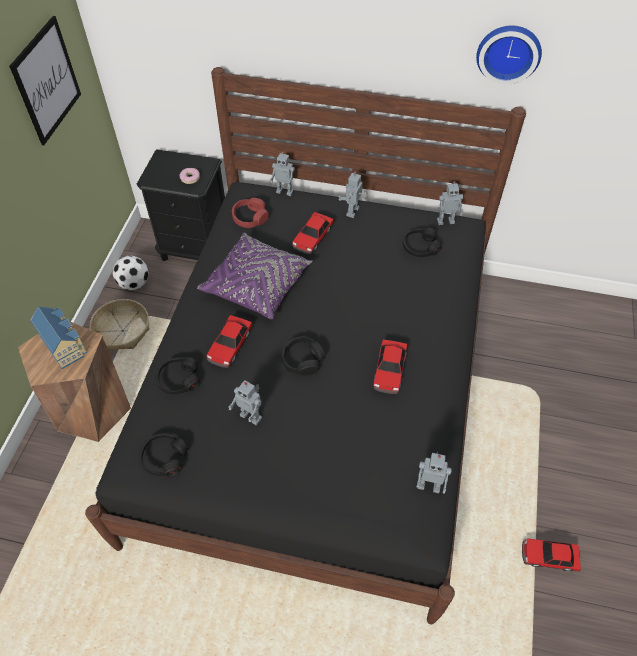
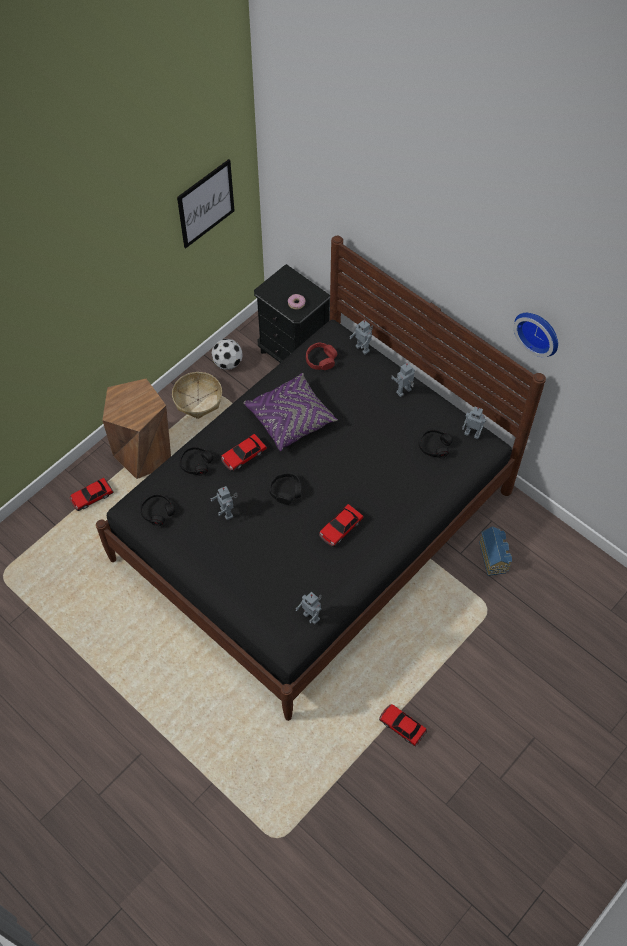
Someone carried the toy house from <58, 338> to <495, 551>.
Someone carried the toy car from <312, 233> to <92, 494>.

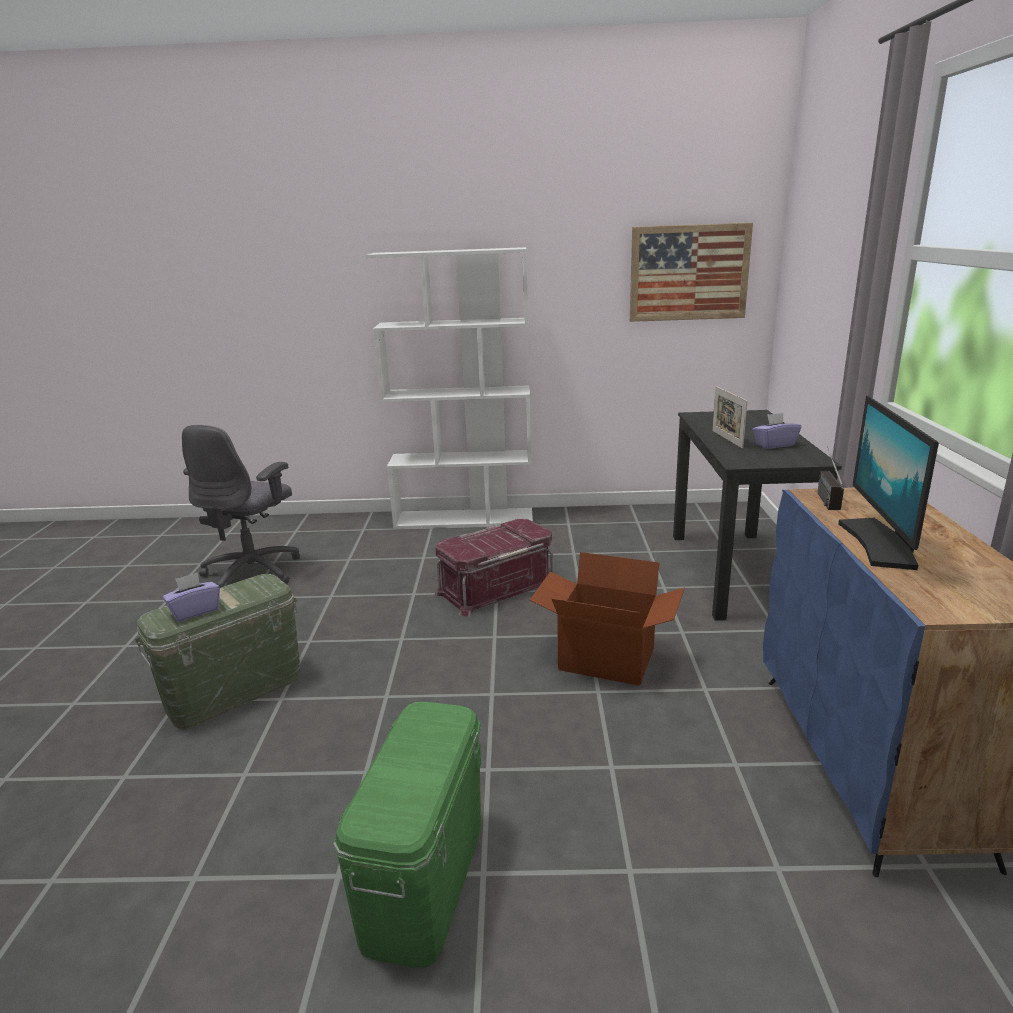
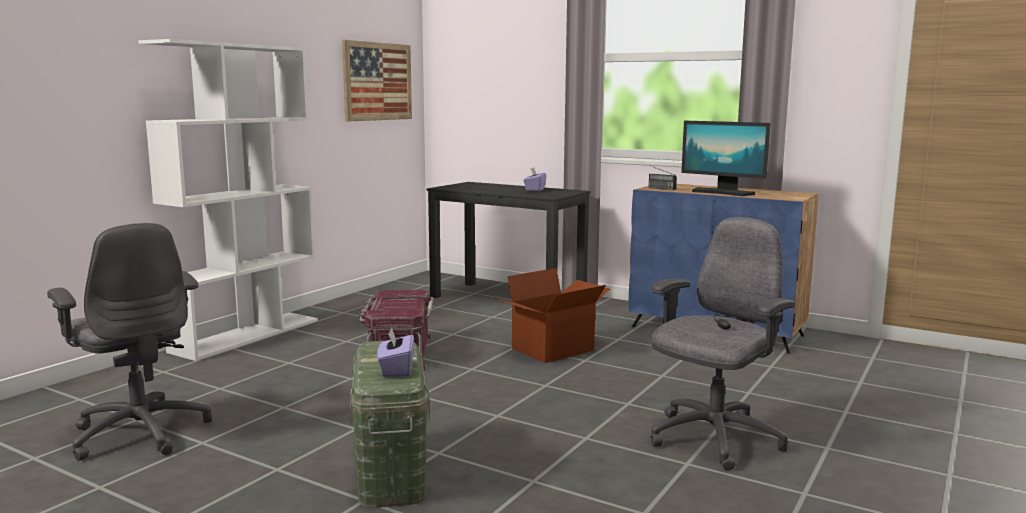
Someone swapped the storage box (green) at <407, 834> for the office chair (grey) at <723, 344>.
Someone took away the picture frame at <730, 417>.

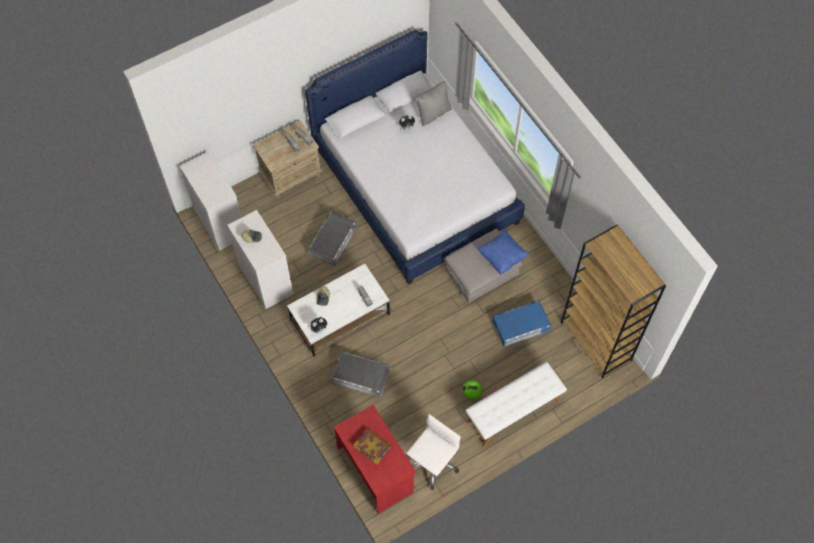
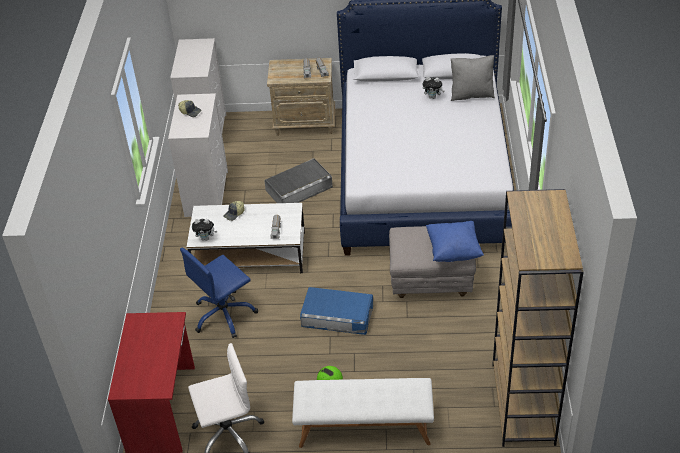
Someone swapped the storage box (grey) at <361, 374> for the office chair (blue) at <219, 293>.
Someone took away the book at <372, 446>.
Someone carried the storage box (blue) from <521, 324> to <336, 311>.

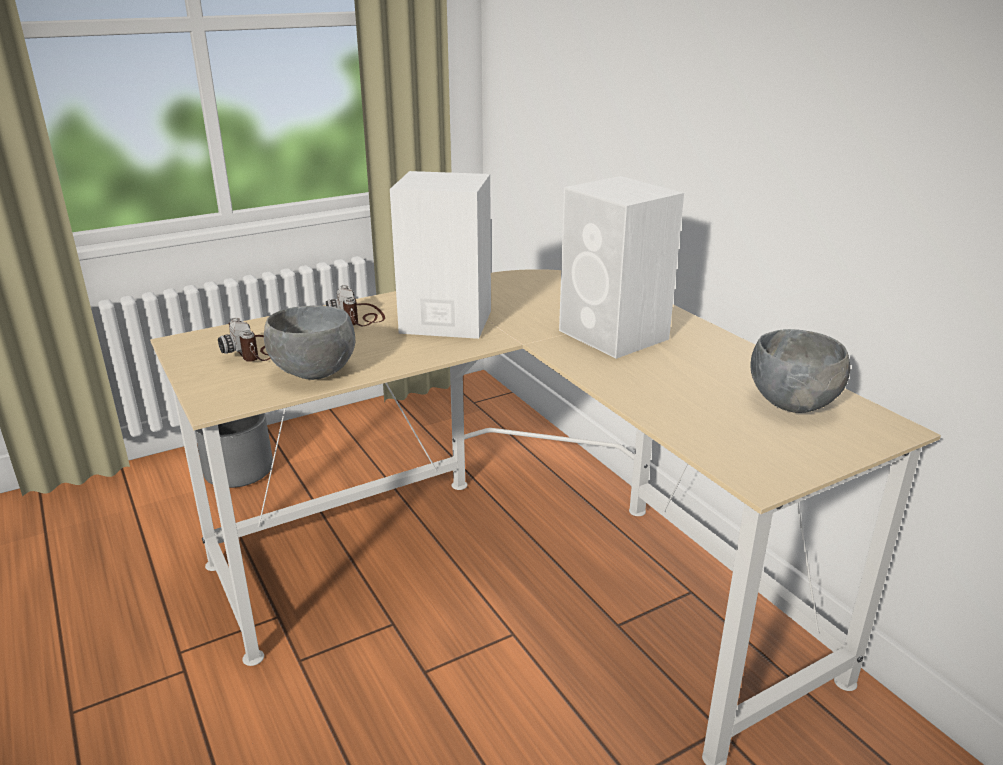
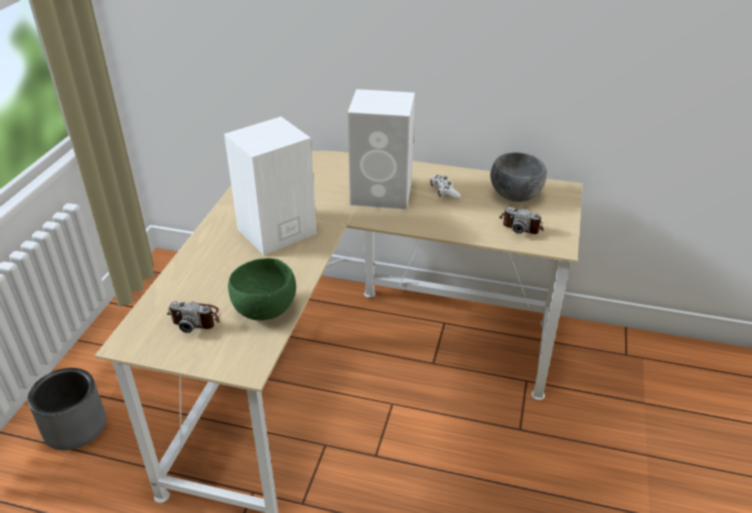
Someone repainted the bowl (grey) at <309, 342>, which became the bowl (green) at <262, 289>.
Someone carried the photo camera from <355, 305> to <521, 220>.
Someone put down the game controller (white) at <445, 187>.

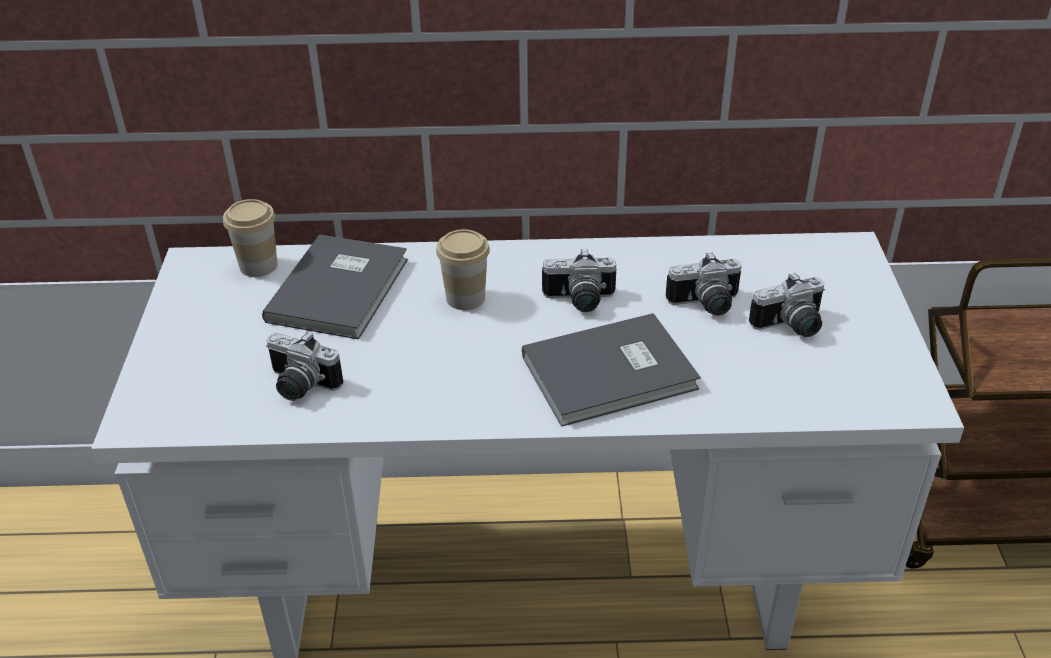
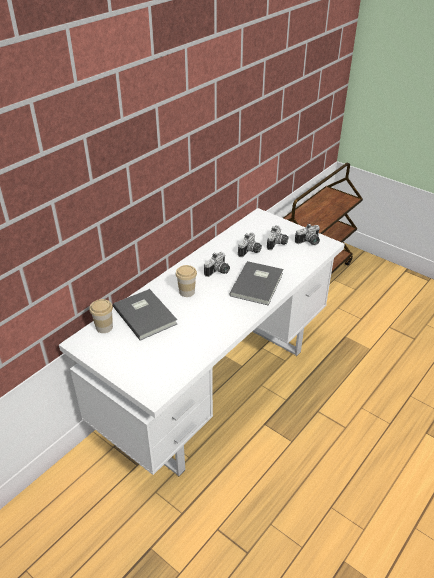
Someone carried the photo camera from <304, 366> to <307, 234>.

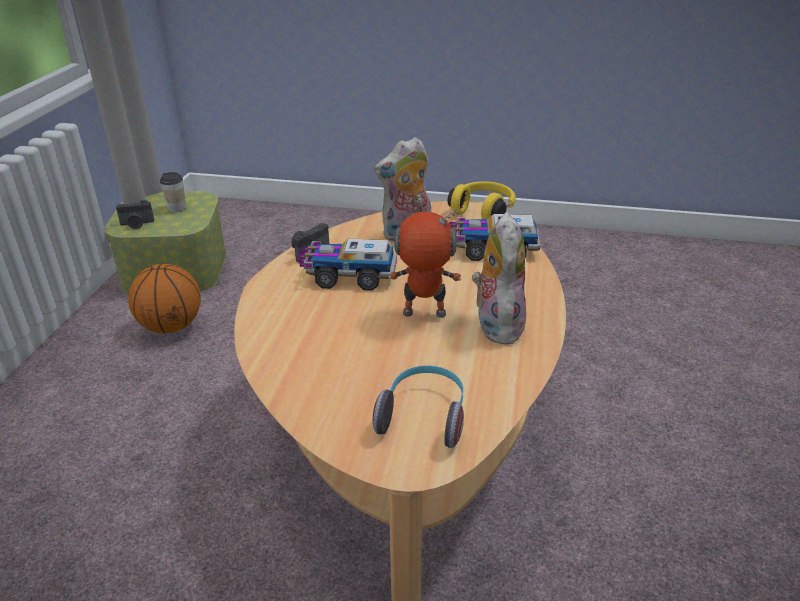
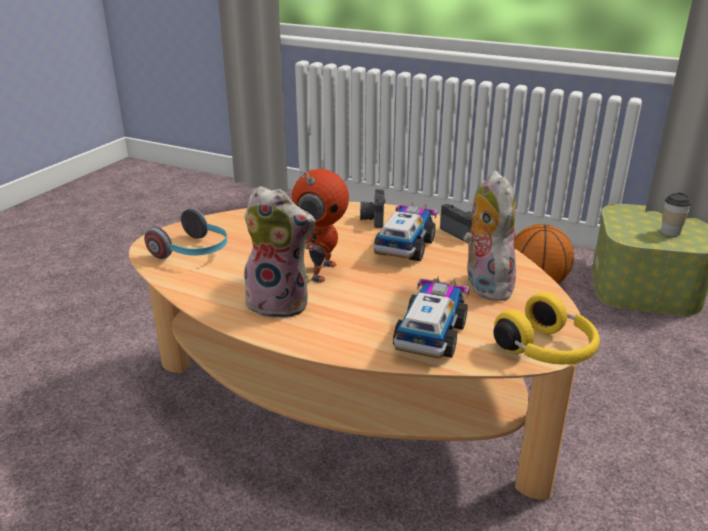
Someone carried the photo camera from <135, 214> to <373, 208>.

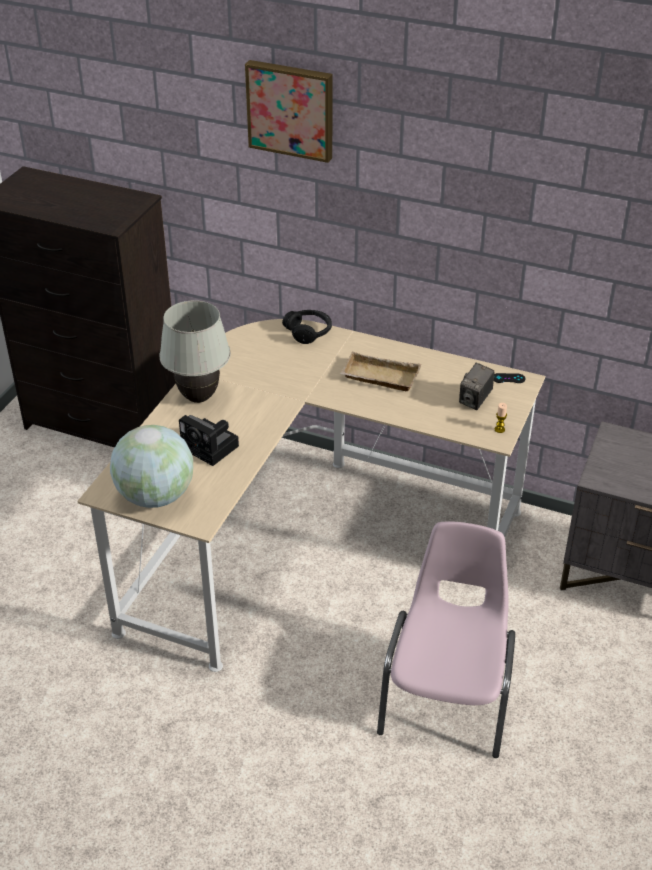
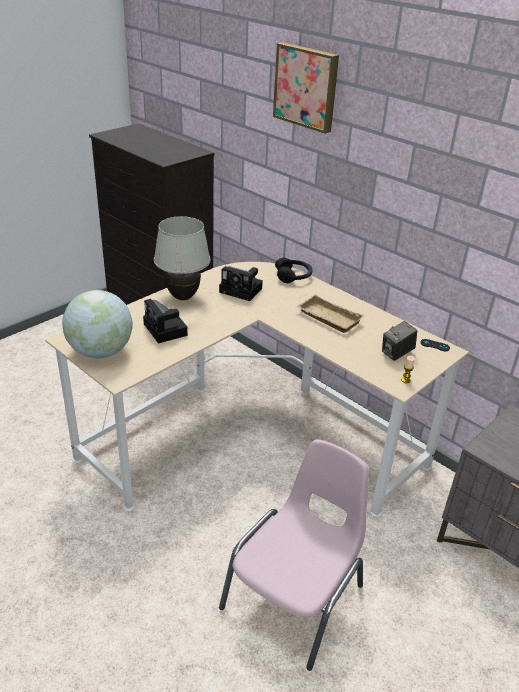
Someone put down the photo camera at <241, 283>.

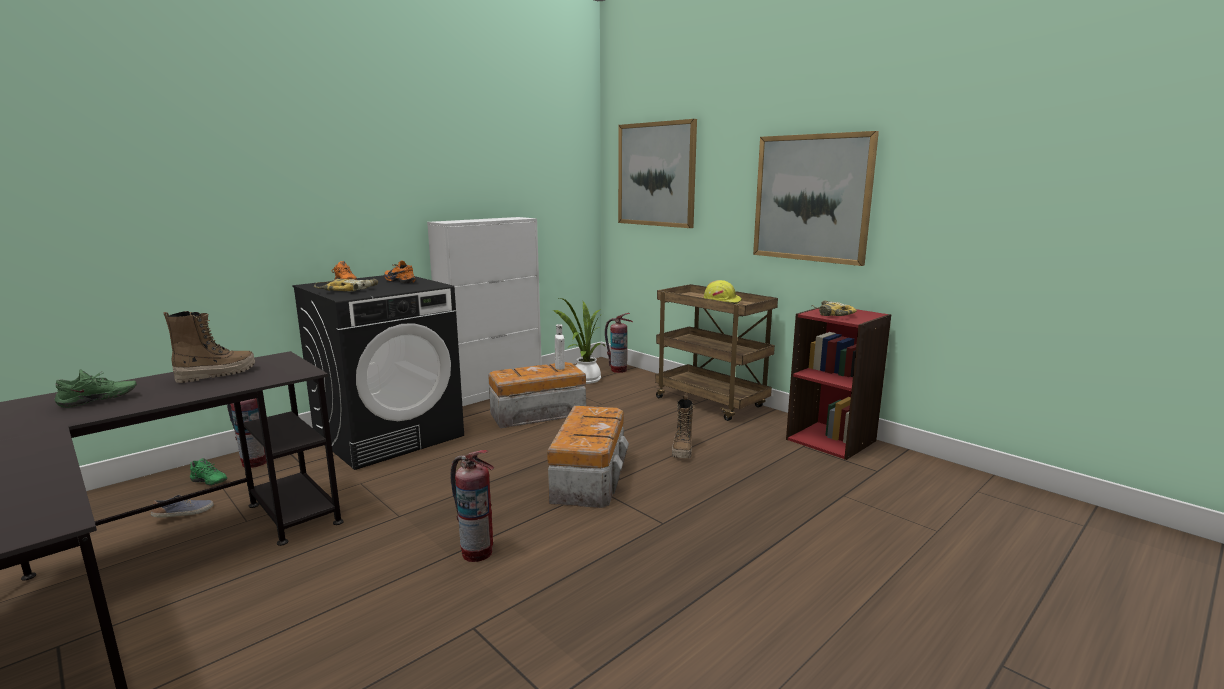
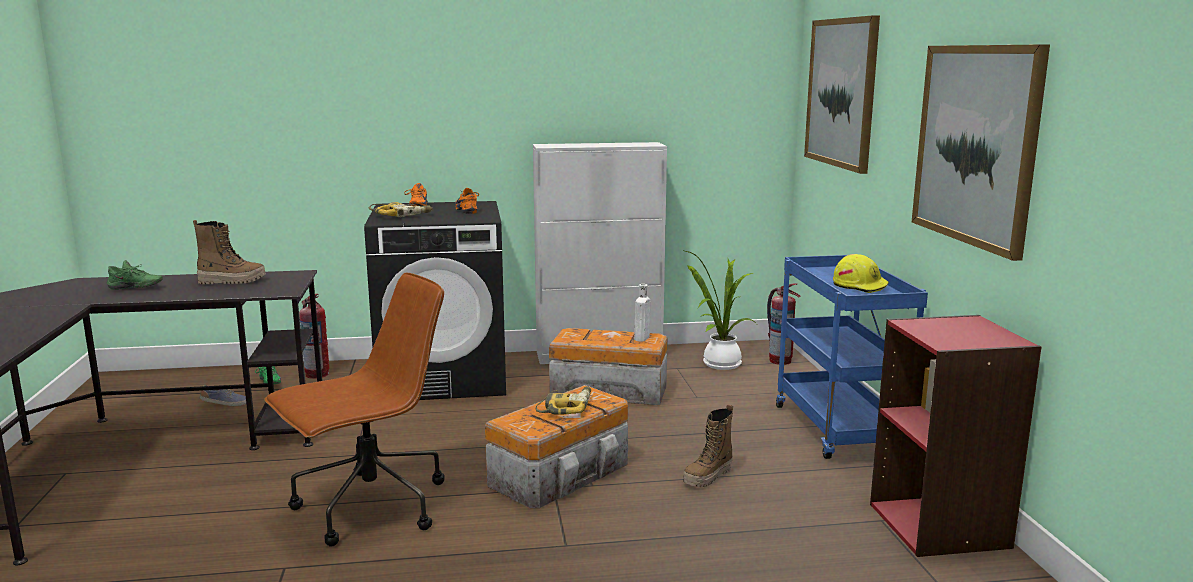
Someone swapped the fire extinguisher at <472, 506> for the office chair (brown) at <354, 410>.
Someone repainted the cart (brown) at <716, 352>, which became the cart (blue) at <852, 357>.
Someone carried the power drill from <834, 308> to <563, 400>.

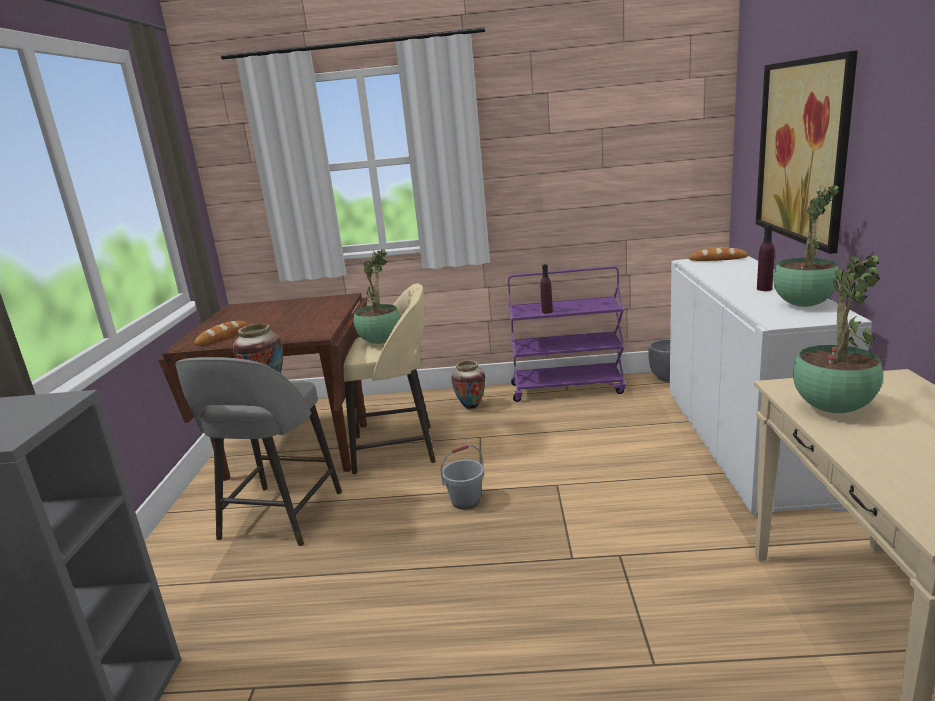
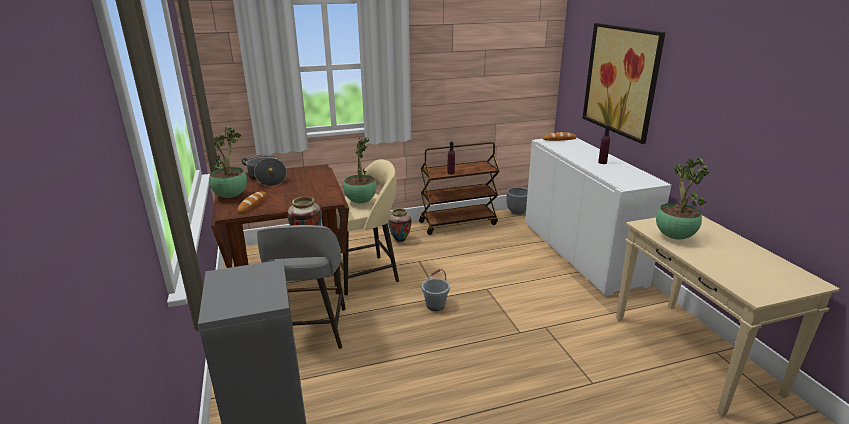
Someone repainted the cart (purple) at <567, 334>, which became the cart (brown) at <459, 188>.
Someone carried the potted plant from <806, 246> to <228, 162>.
Someone put down the cooking pot at <264, 171>.

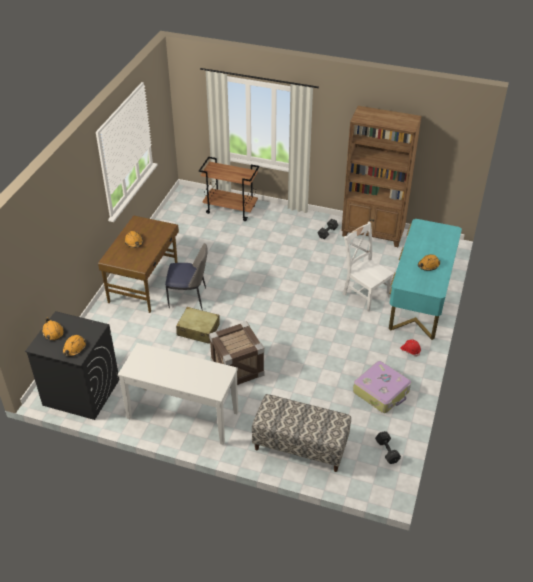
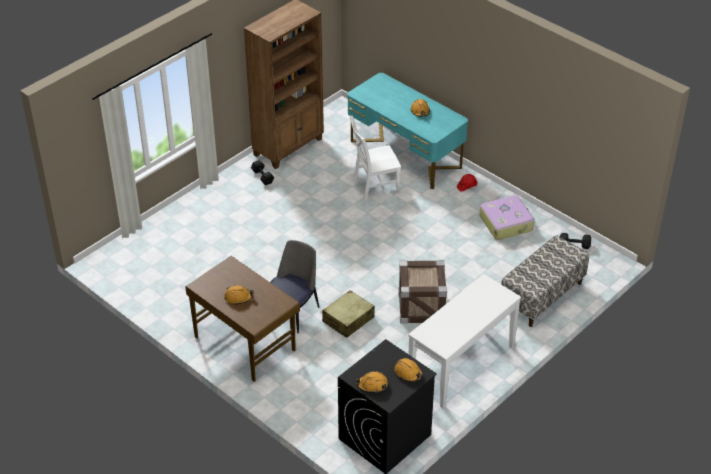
Someone took away the cart (brown) at <229, 189>.

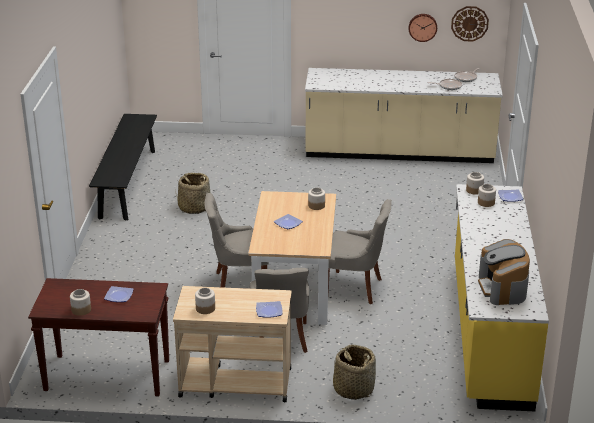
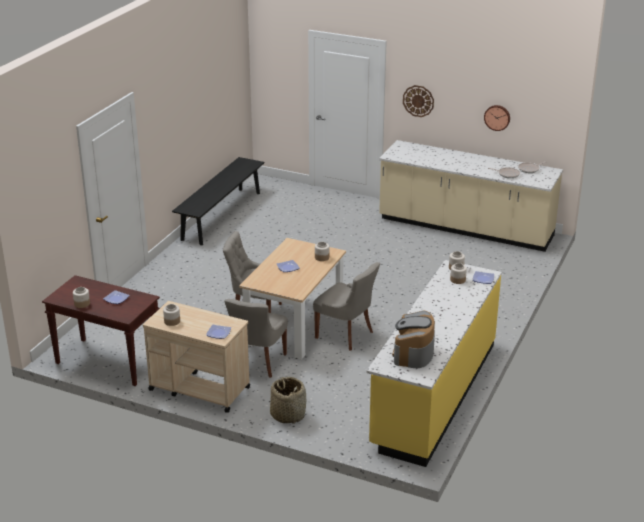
Someone took away the basket at <193, 193>.
Someone carried the wall clock from <470, 23> to <418, 101>.

